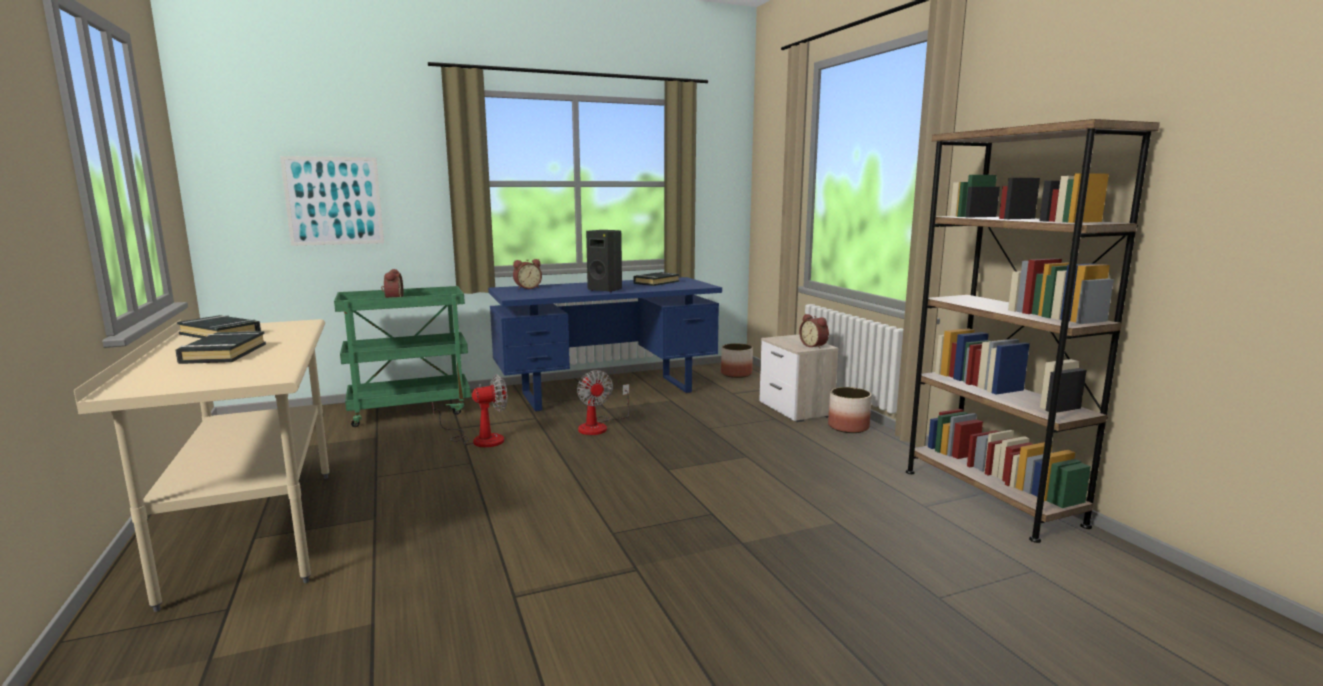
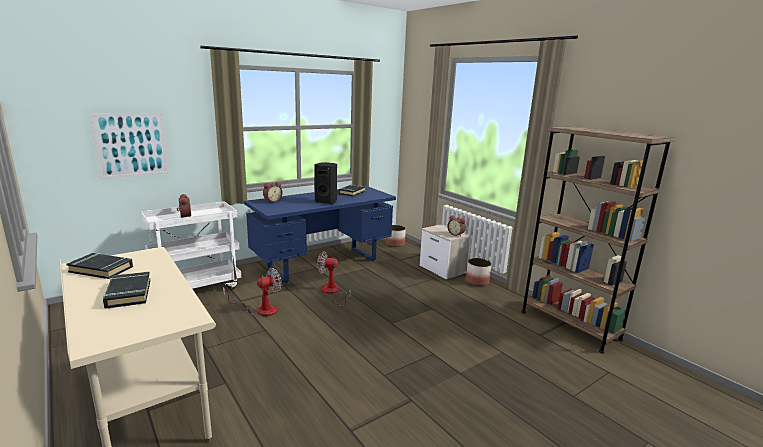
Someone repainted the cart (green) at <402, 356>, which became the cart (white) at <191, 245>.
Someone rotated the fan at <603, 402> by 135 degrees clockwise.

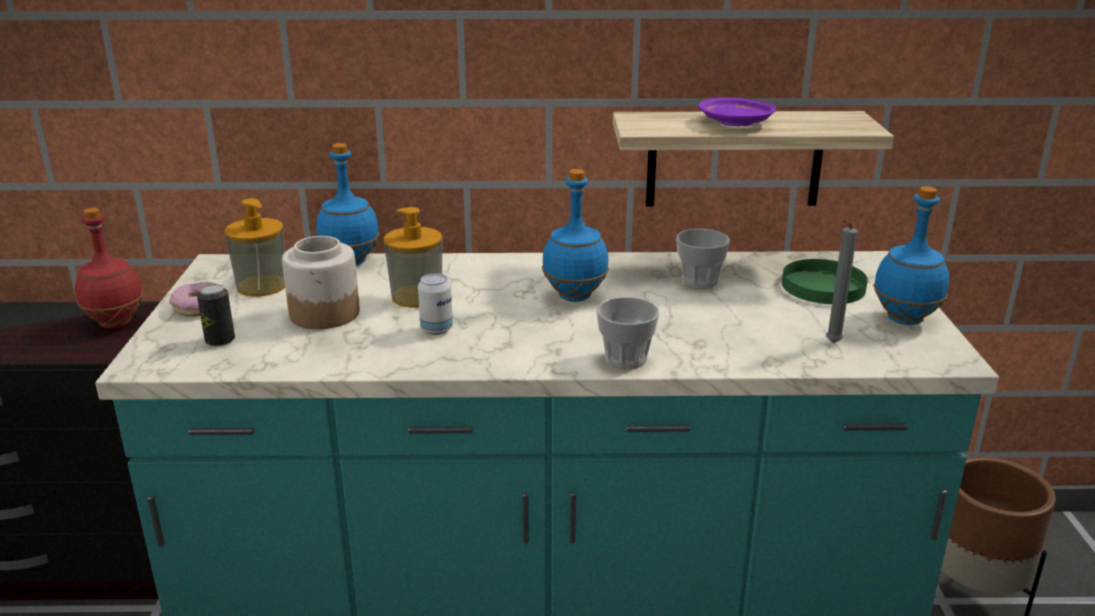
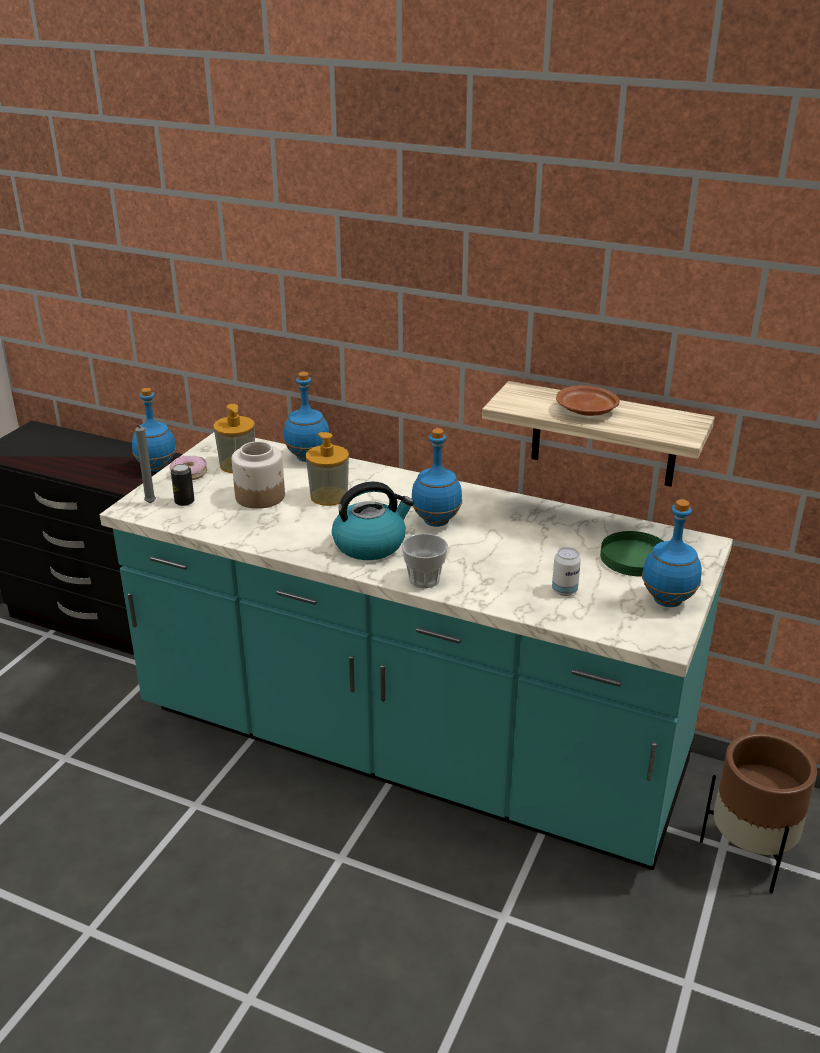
Someone repainted the bottle (red) at <109, 268>, which became the bottle (blue) at <154, 430>.
Someone carried the can from <435, 304> to <566, 571>.
Someone took away the cup at <703, 259>.
Someone repainted the plate (purple) at <737, 111>, which became the plate (brown) at <588, 400>.
Someone carried the candle (grey) from <841, 281> to <142, 462>.
Someone put down the kettle at <373, 520>.

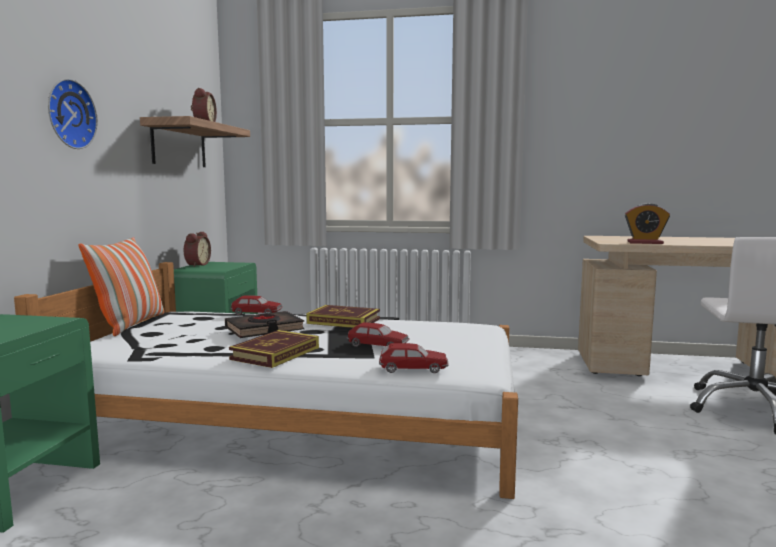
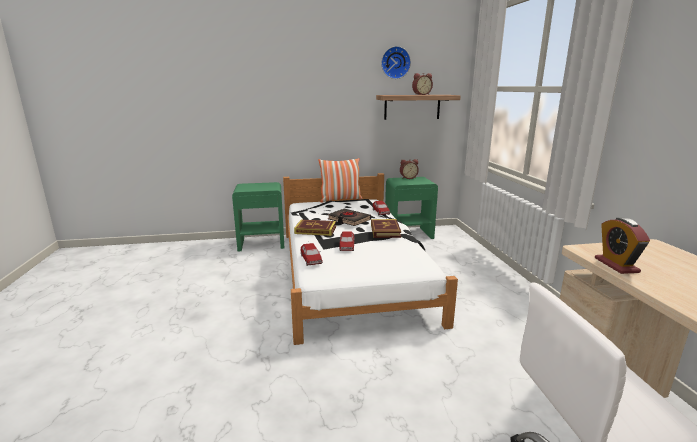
Someone carried the wall clock from <73, 114> to <396, 62>.

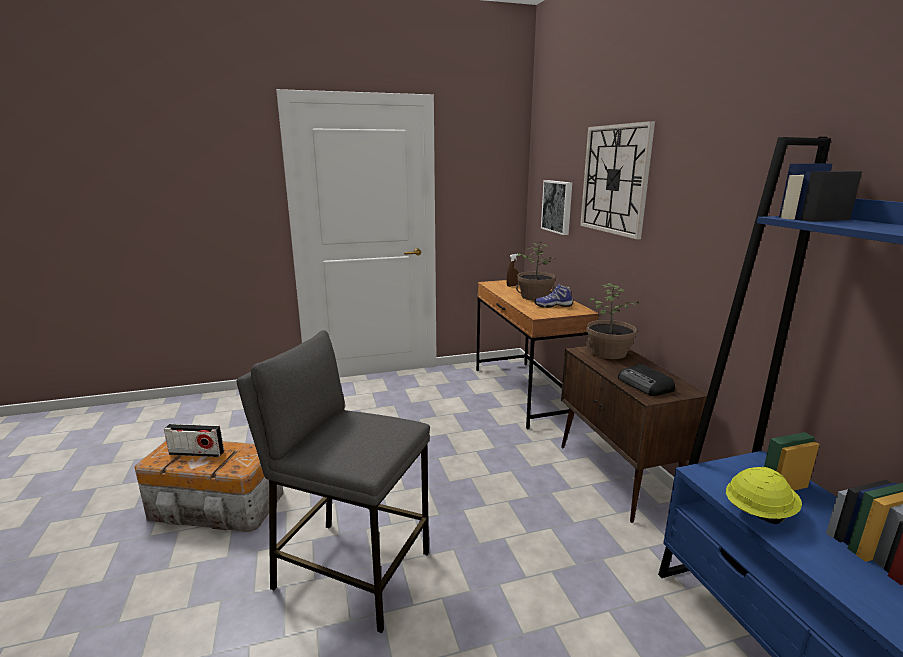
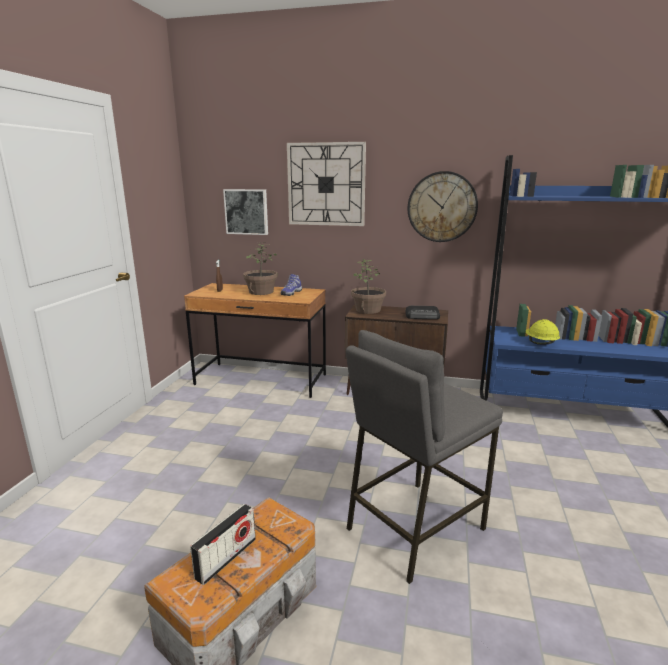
Someone put up the wall clock at <443, 206>.

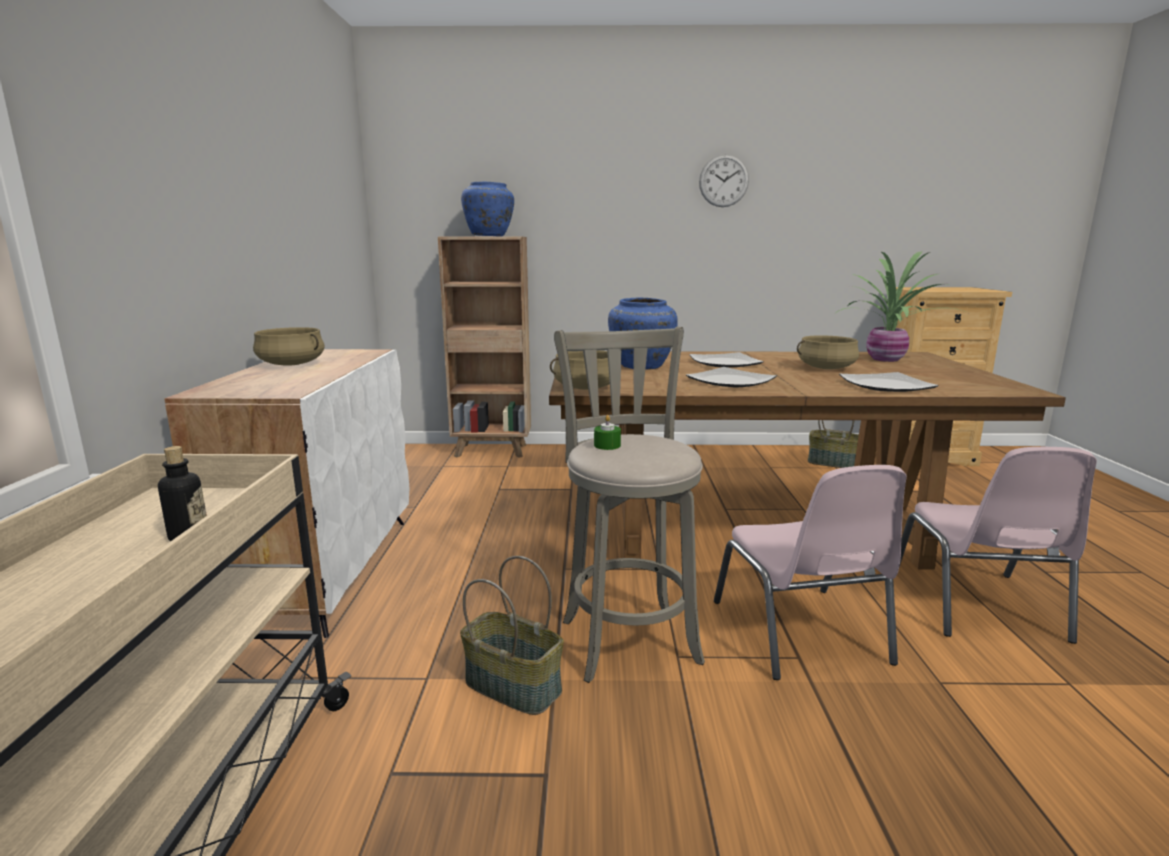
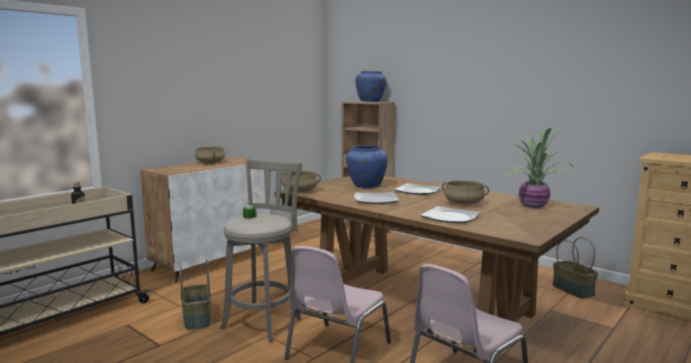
Someone took away the wall clock at <724, 180>.

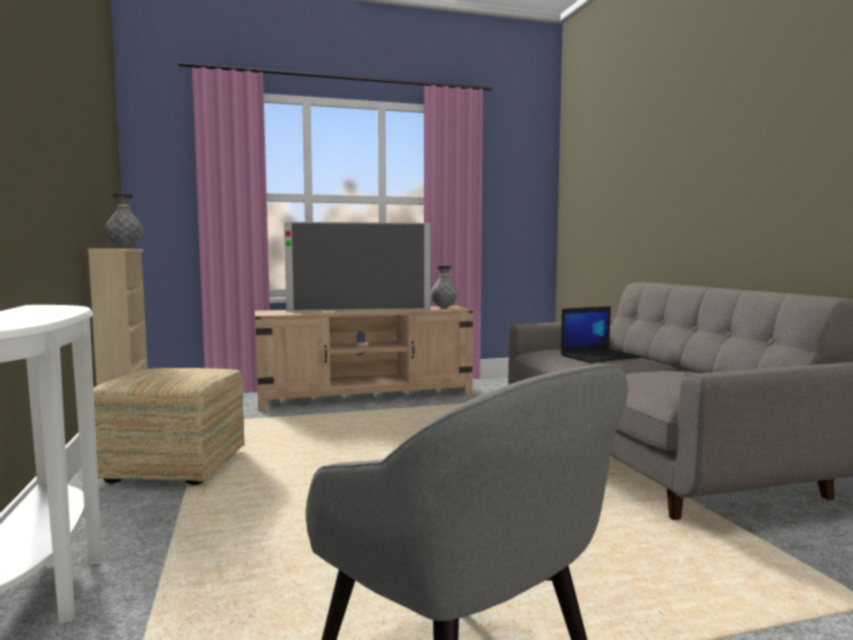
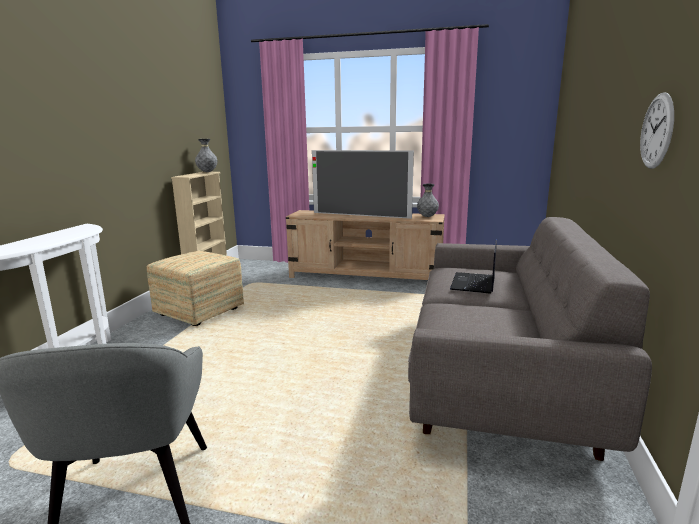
Someone rotated the laptop at <601, 334> by 105 degrees clockwise.
Someone put up the wall clock at <657, 130>.

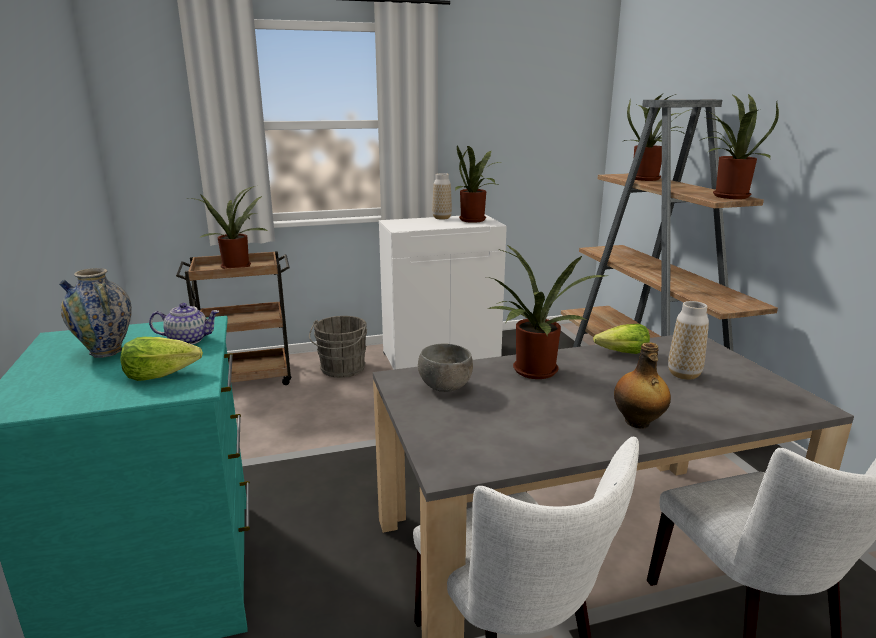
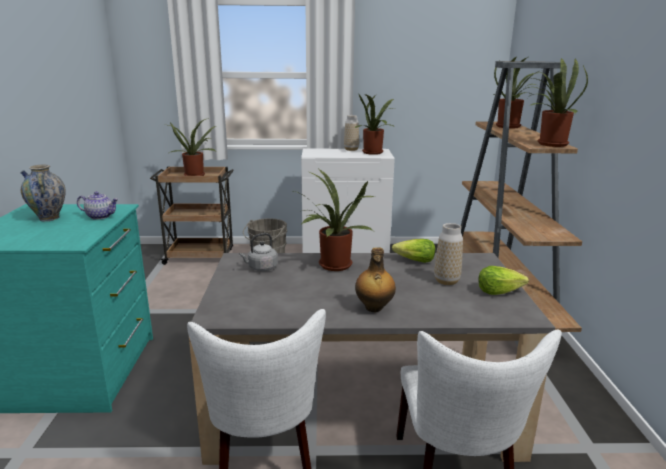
Someone carried the lettuce from <161, 359> to <503, 280>.
Someone swapped the bowl (grey) at <445, 367> for the kettle (grey) at <258, 252>.

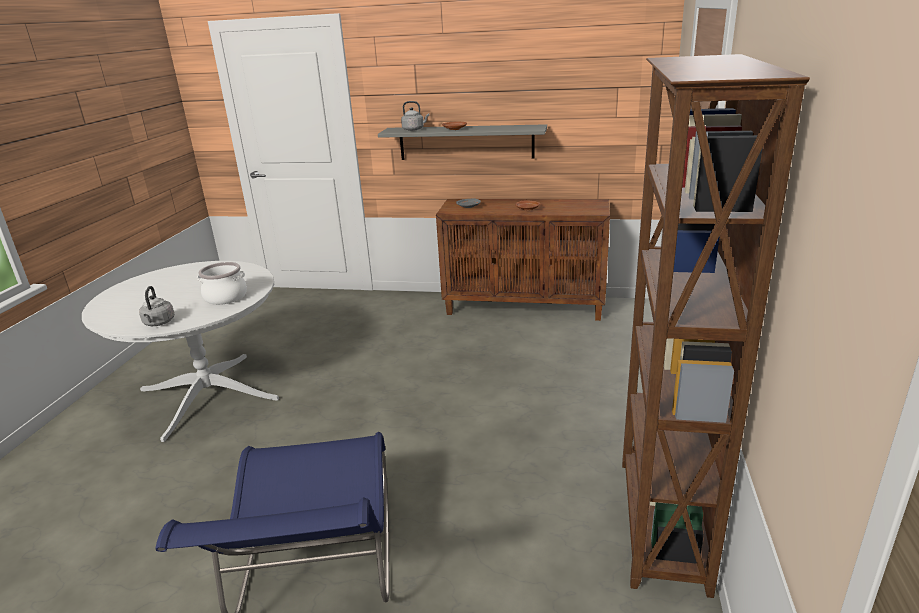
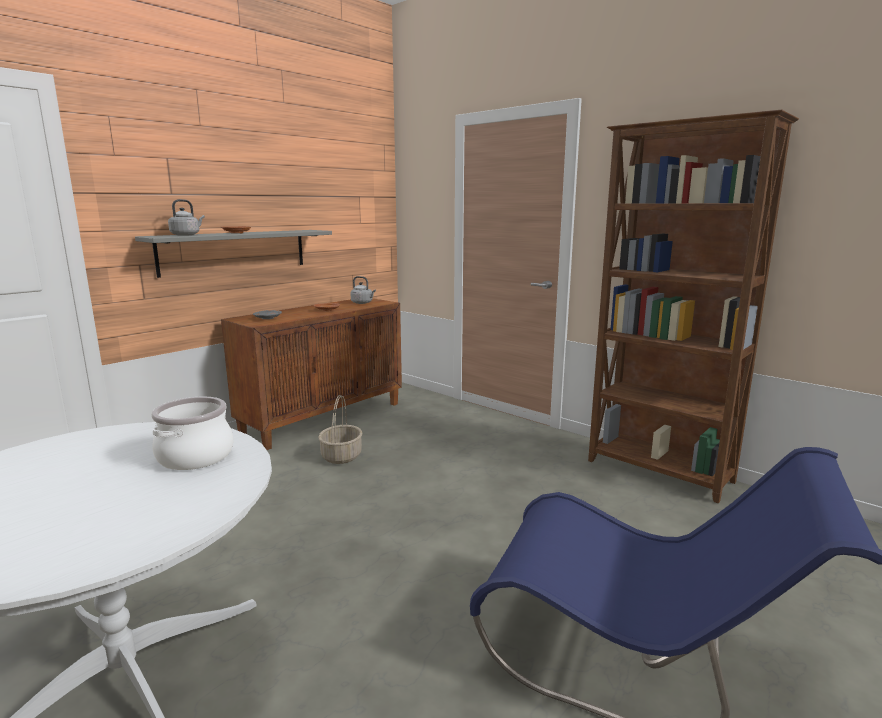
Someone carried the kettle (grey) from <156, 306> to <363, 290>.
Someone put down the basket at <340, 429>.

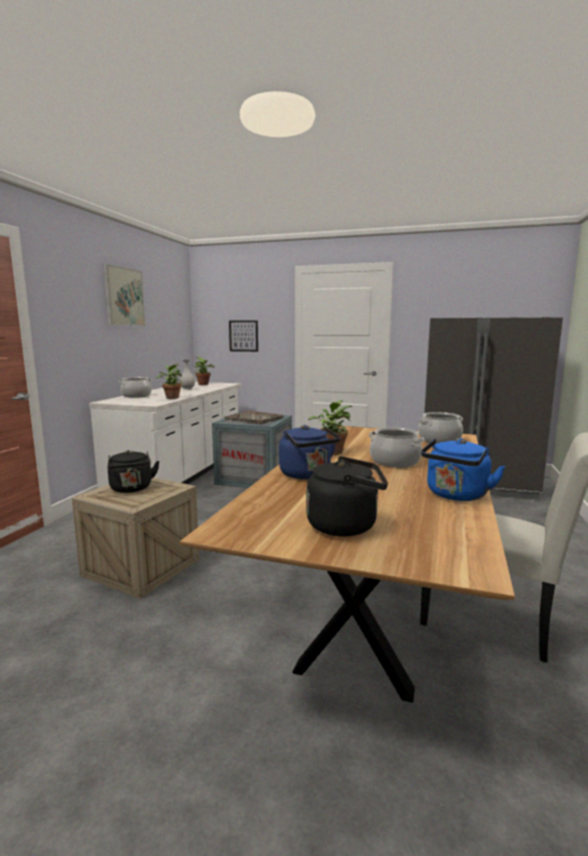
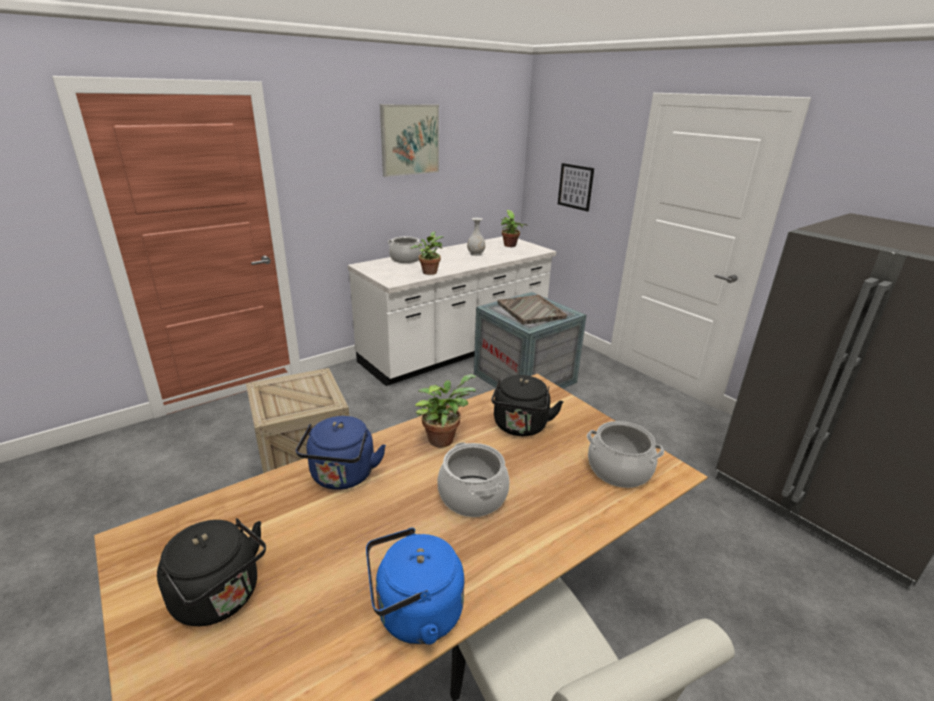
Someone carried the kettle (black) from <134, 471> to <527, 405>.

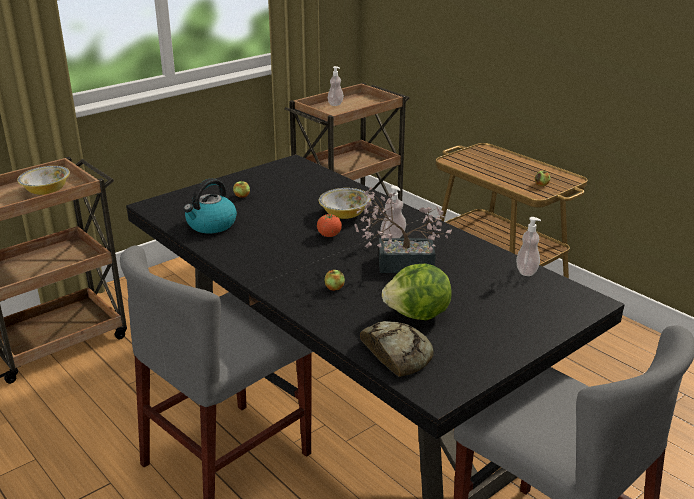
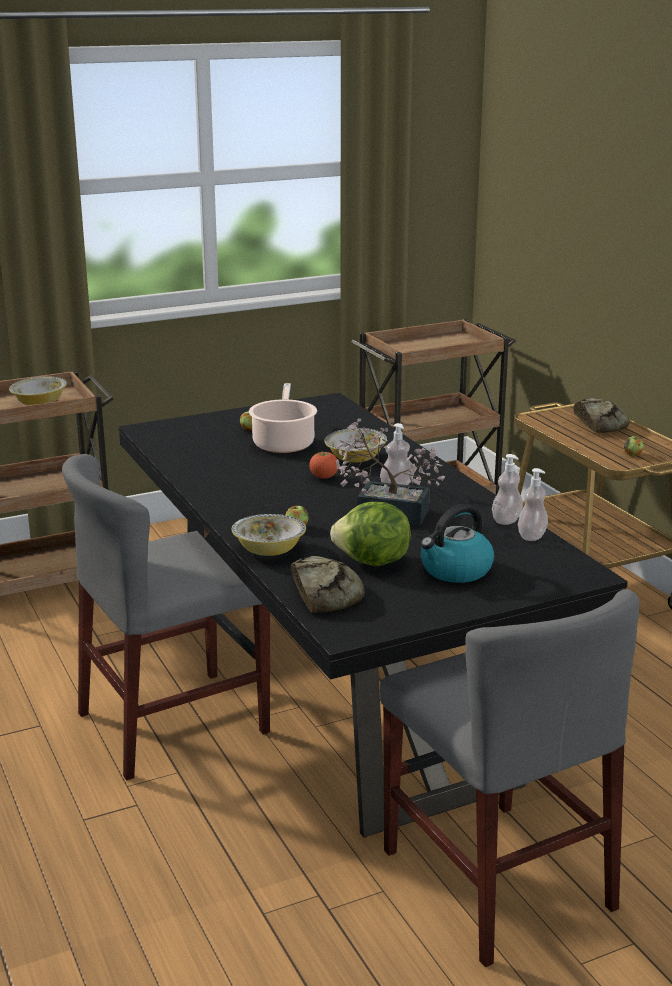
Someone carried the kettle from <210, 205> to <457, 543>.
Someone carried the soap dispenser from <336, 86> to <507, 489>.
Someone put down the bowl at <269, 535>.
Someone put down the cooking pot at <283, 418>.
Someone put down the bread at <601, 415>.

